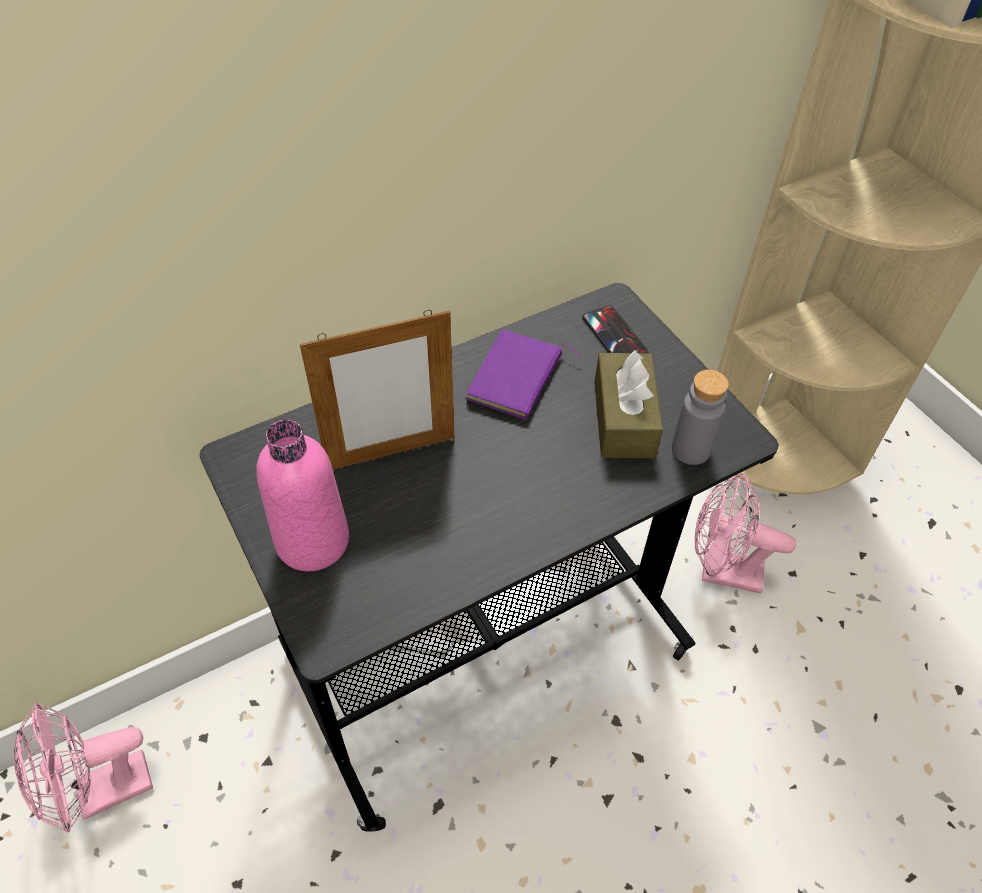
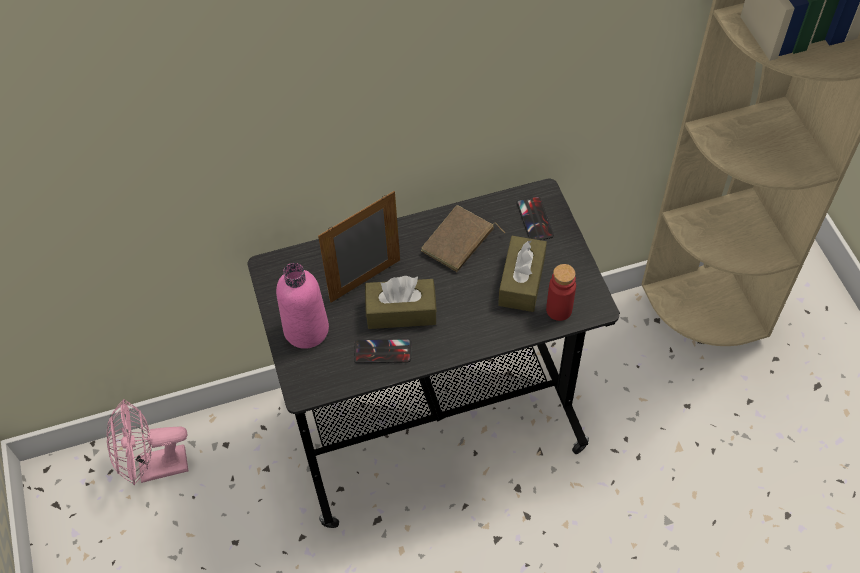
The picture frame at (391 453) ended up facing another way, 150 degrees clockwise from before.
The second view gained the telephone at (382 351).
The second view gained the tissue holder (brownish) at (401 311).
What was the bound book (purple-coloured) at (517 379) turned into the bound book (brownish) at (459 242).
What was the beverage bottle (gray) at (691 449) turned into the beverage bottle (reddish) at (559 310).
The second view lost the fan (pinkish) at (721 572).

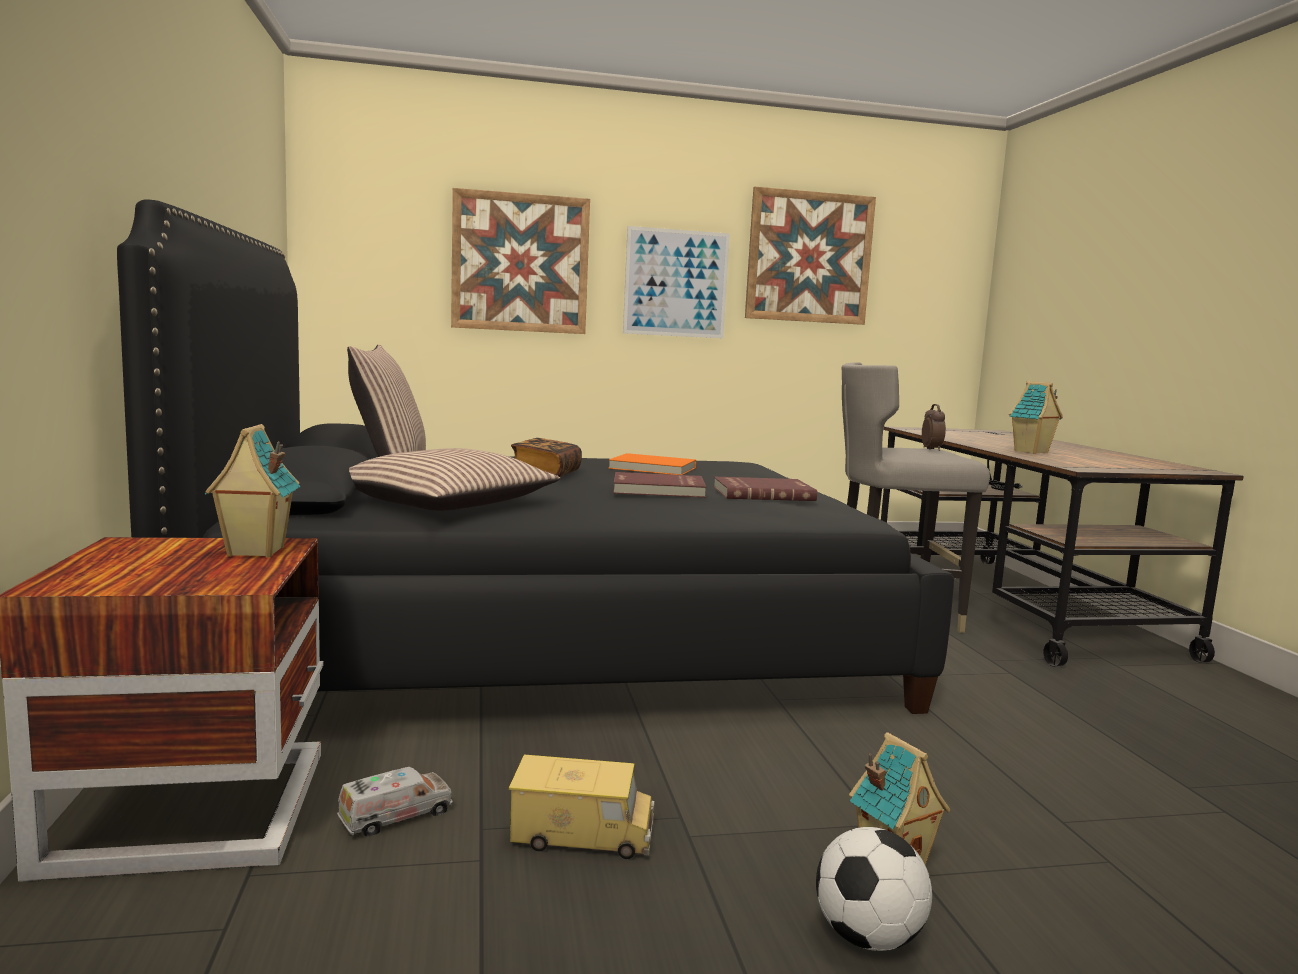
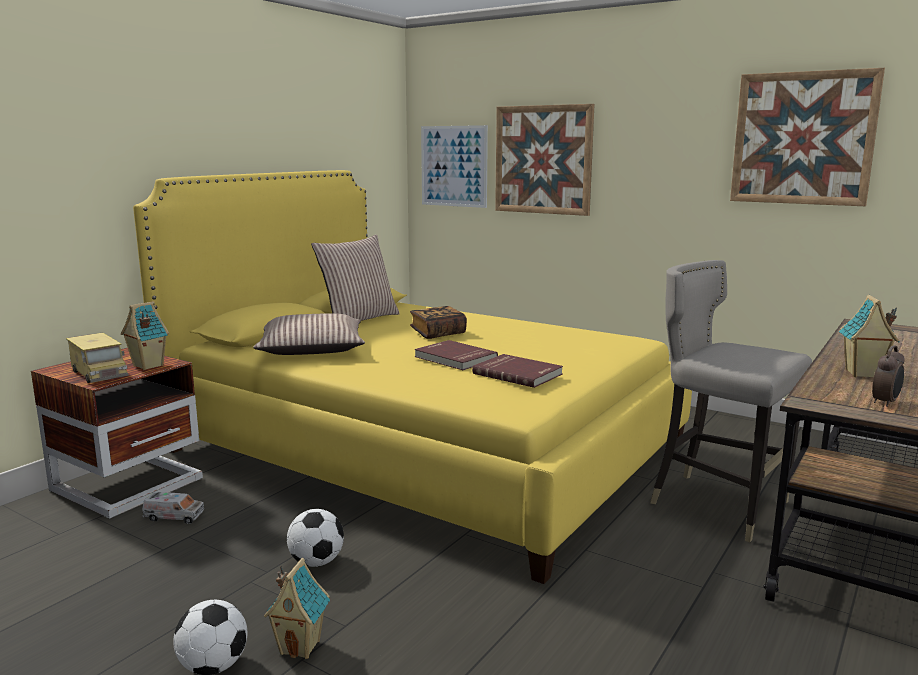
The model truck ended up elsewhere, having gone from (583 834) to (99 373).
What was the bed (black) at (549 635) turned into the bed (yellow-coloured) at (424 447).
The second view gained the ball for football at (316 562).
The wall picture ended up elsewhere, having gone from (676 283) to (454 166).
The table clock ended up elsewhere, having gone from (932 449) to (885 402).
The second view lost the bound book (orange-coloured) at (652 468).

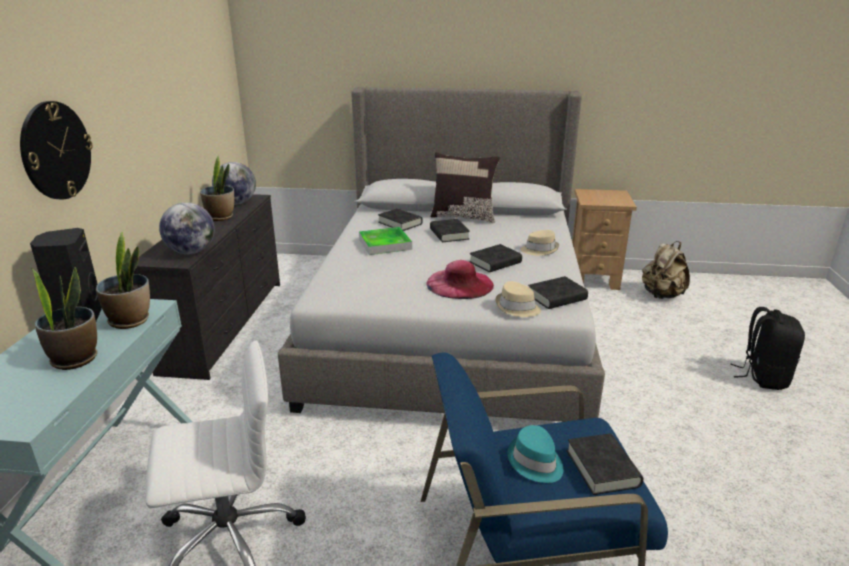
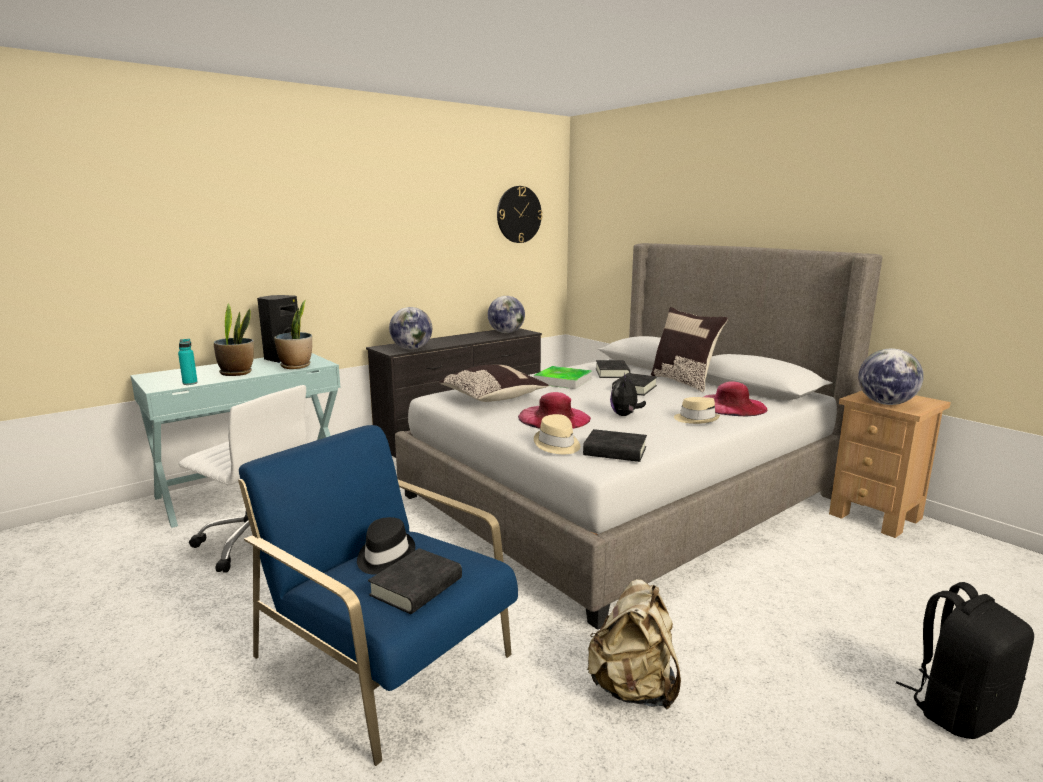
The second view gained the beverage bottle (turquoise-coloured) at (190 383).
What was the clothing hat (turquoise-coloured) at (535 462) turned into the clothing hat (black) at (384 556).
The second view gained the cushion at (492 397).
The clock on the wall ended up elsewhere, having gone from (56 151) to (519 214).
The backpack (sand-coloured) ended up elsewhere, having gone from (661 295) to (633 688).
Where the bound book (black) stood at (495 262), the soft toy came to stand at (625 415).
The second view gained the clothing hat (pinkish) at (731 405).
The second view gained the globe at (885 403).
The second view lost the potted plant at (221 217).

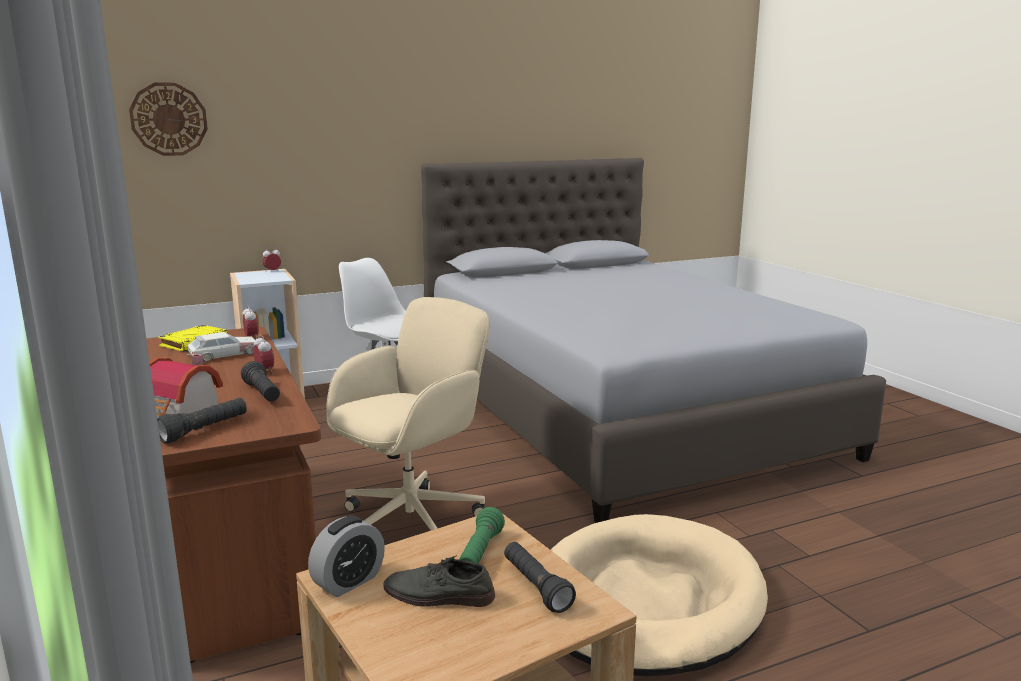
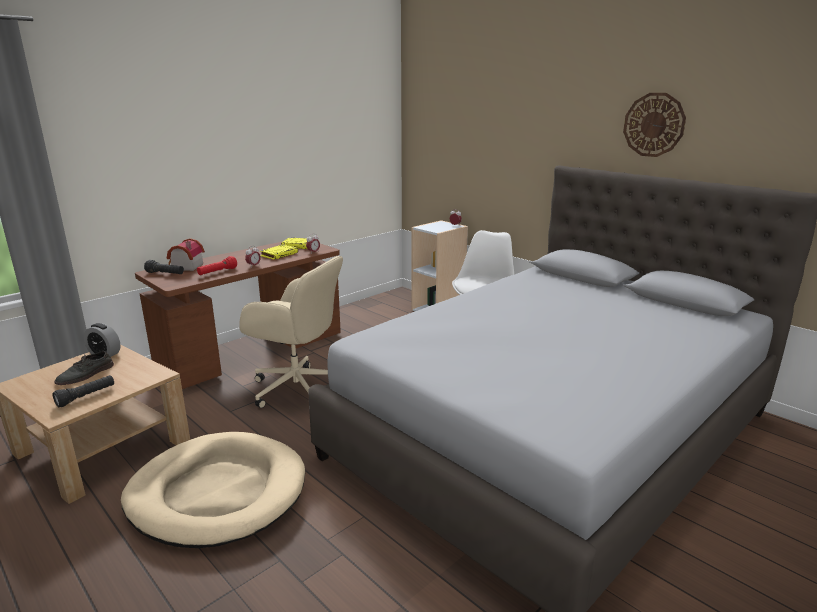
The low shoe (gray) at (438 595) ended up facing another way, 135 degrees counterclockwise from before.
What was the hand torch (black) at (263 394) turned into the hand torch (reddish) at (217 272).
Where the toy car stood at (224 355), the bound book (yellow-coloured) came to stand at (279 254).
The clock on the wall ended up elsewhere, having gone from (169 119) to (654 125).
The second view lost the hand torch (greenish) at (480 553).

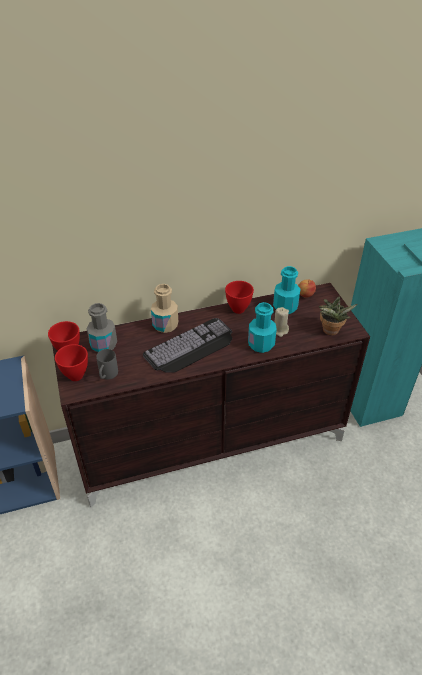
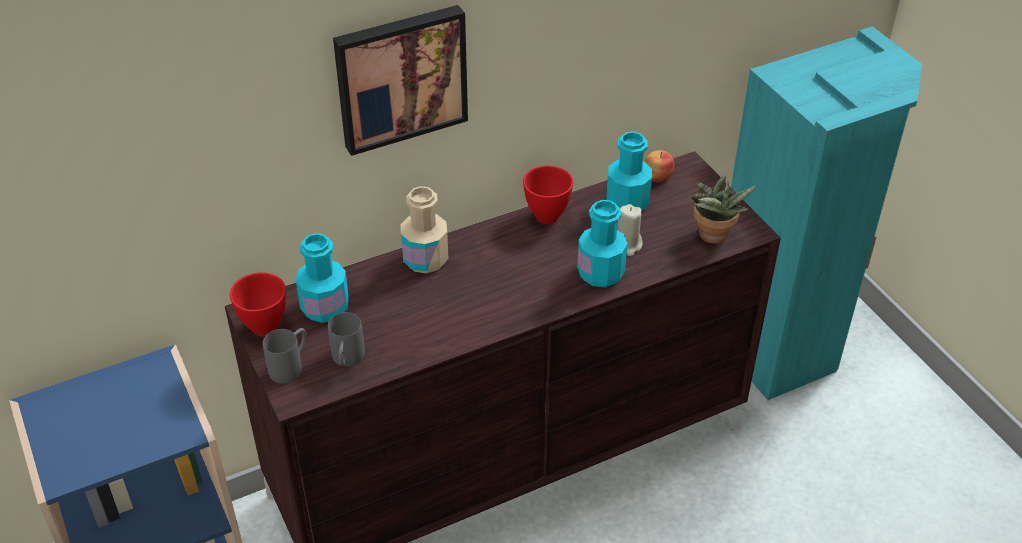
Where the serving bowl (reddish) stood at (76 375), the tea mug (gray) came to stand at (291 366).
What was the beverage bottle (gray) at (104 345) turned into the beverage bottle (turquoise-coloured) at (325 307).
The second view gained the wall picture at (400 77).
The second view lost the PC keyboard at (191 347).

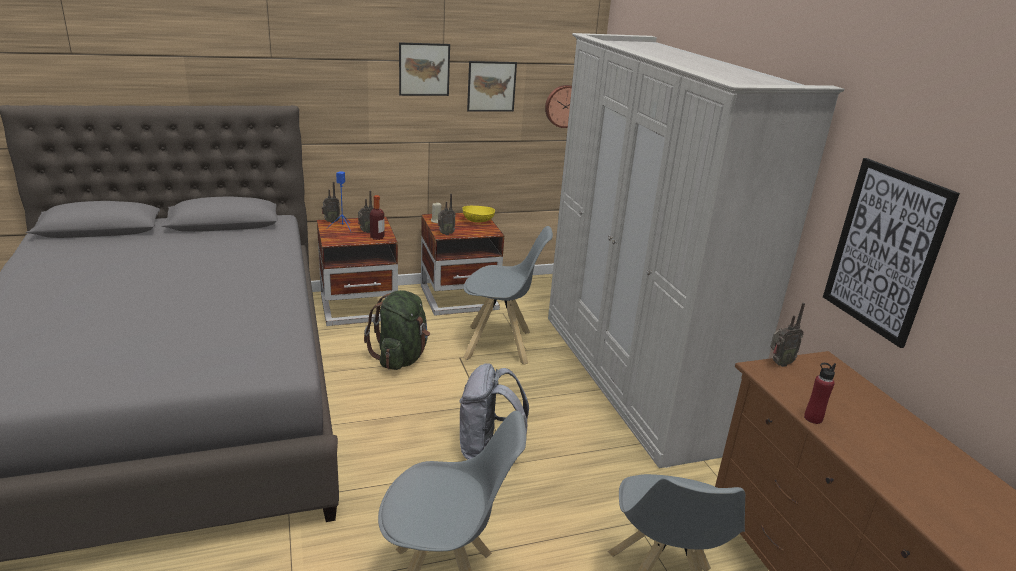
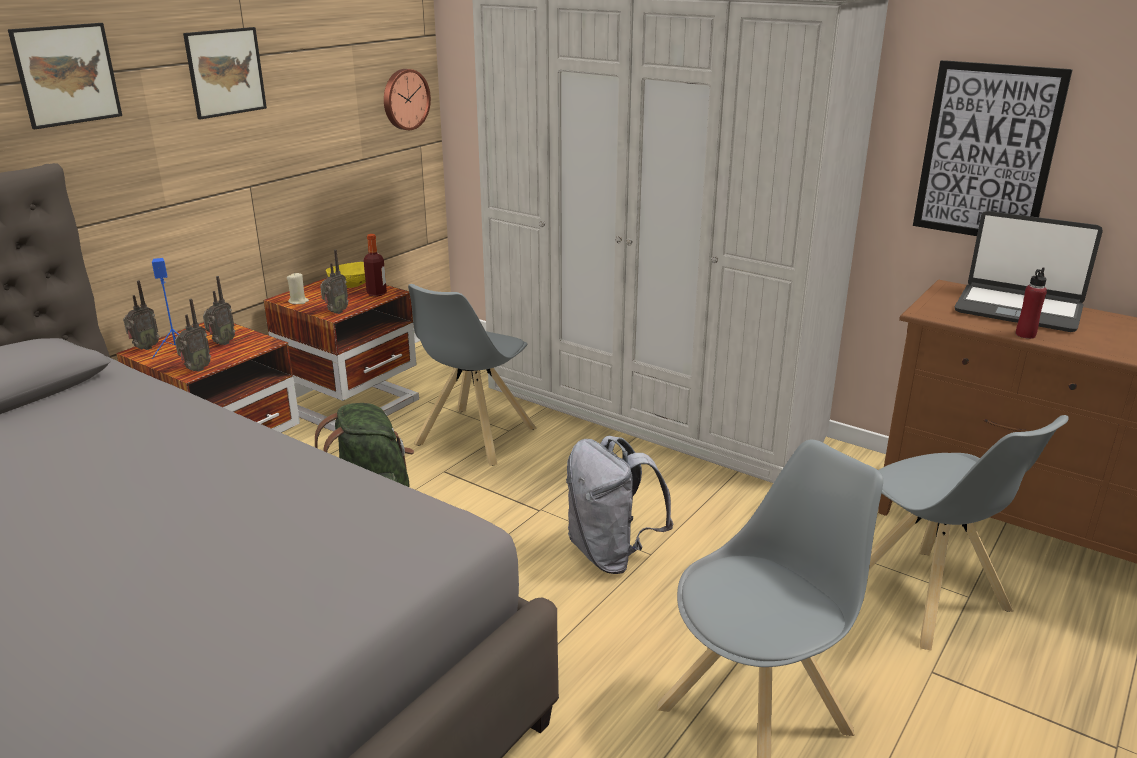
The wall picture ended up elsewhere, having gone from (491 86) to (67 75).
The radio receiver ended up elsewhere, having gone from (779 363) to (195 369).
The beverage bottle ended up elsewhere, having gone from (377 237) to (376 293).
The plain chair (gray) at (500 345) ended up facing another way, 150 degrees clockwise from before.
The second view gained the portable computer at (1018 309).

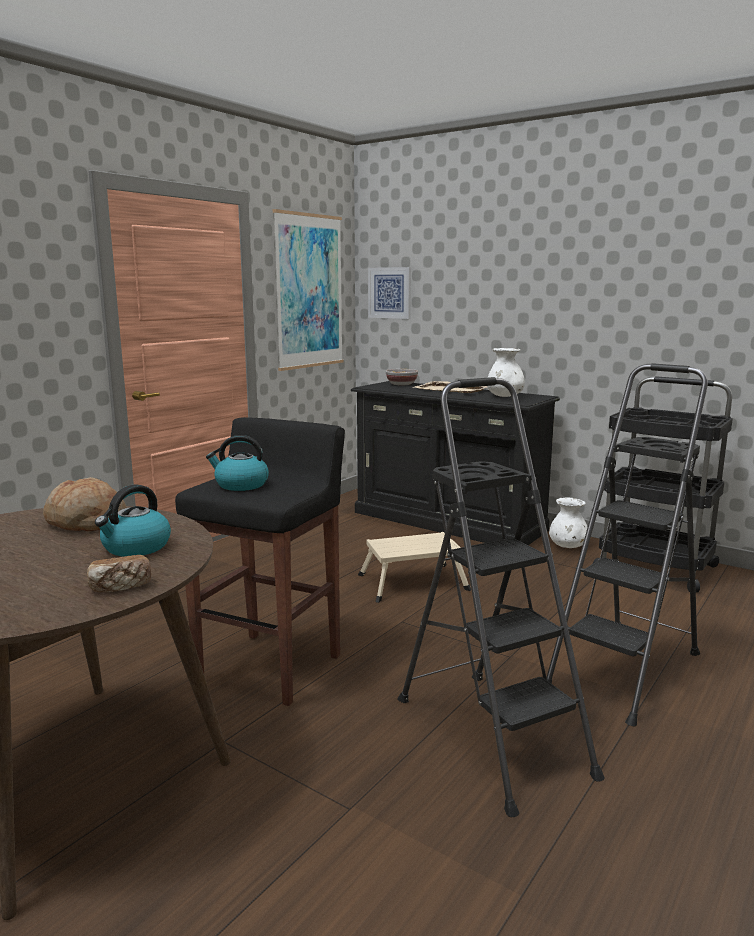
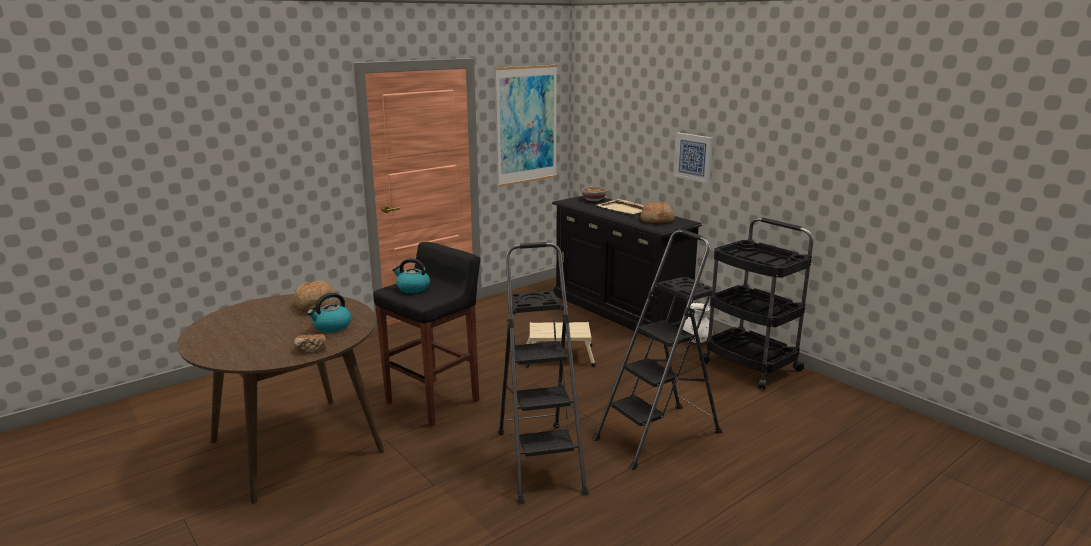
Where the vase (white-coloured) stood at (504 396), the bread came to stand at (657 220).
The wall picture ended up elsewhere, having gone from (390 293) to (693 157).

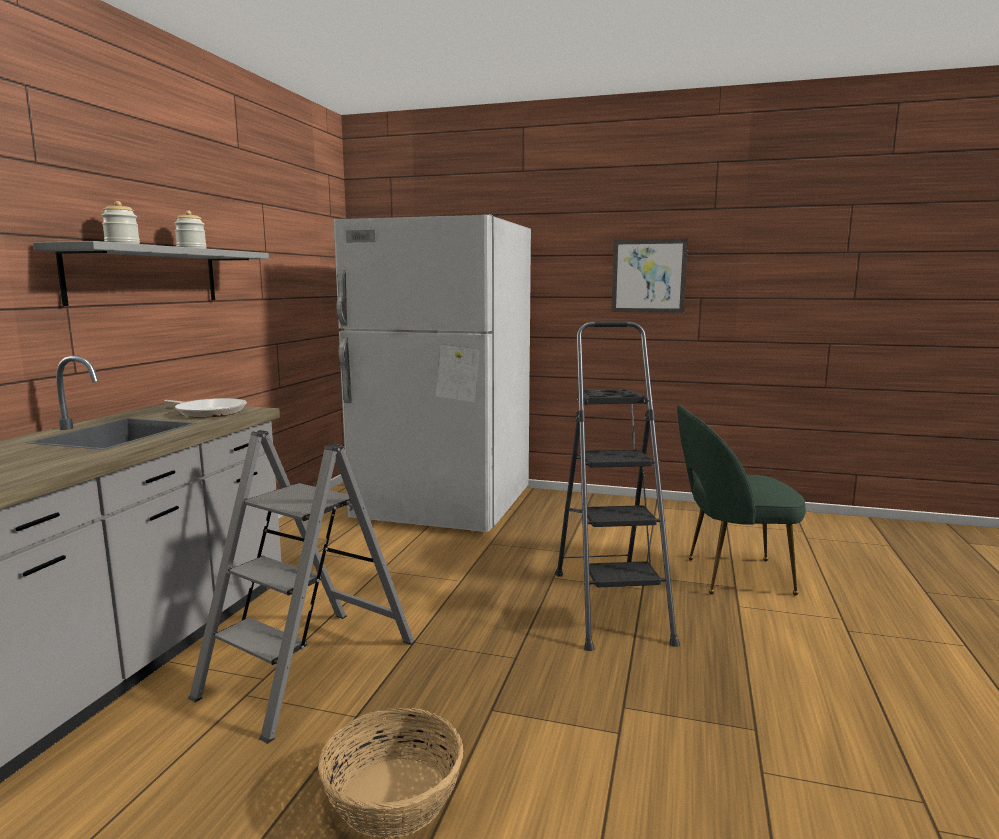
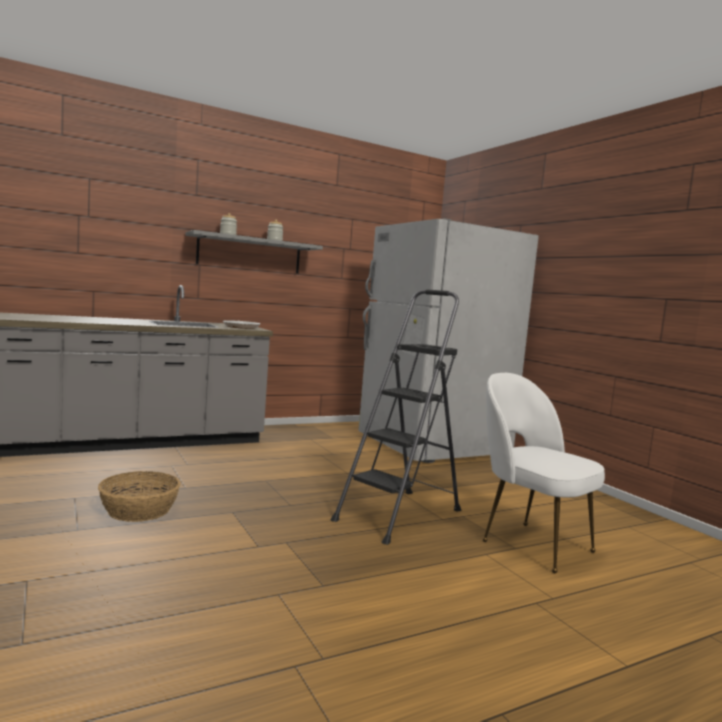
What was the plain chair (greenish) at (729 576) turned into the plain chair (white-coloured) at (529 543).
The second view lost the step stool (gray) at (312 666).
The second view lost the wall picture at (648 276).

